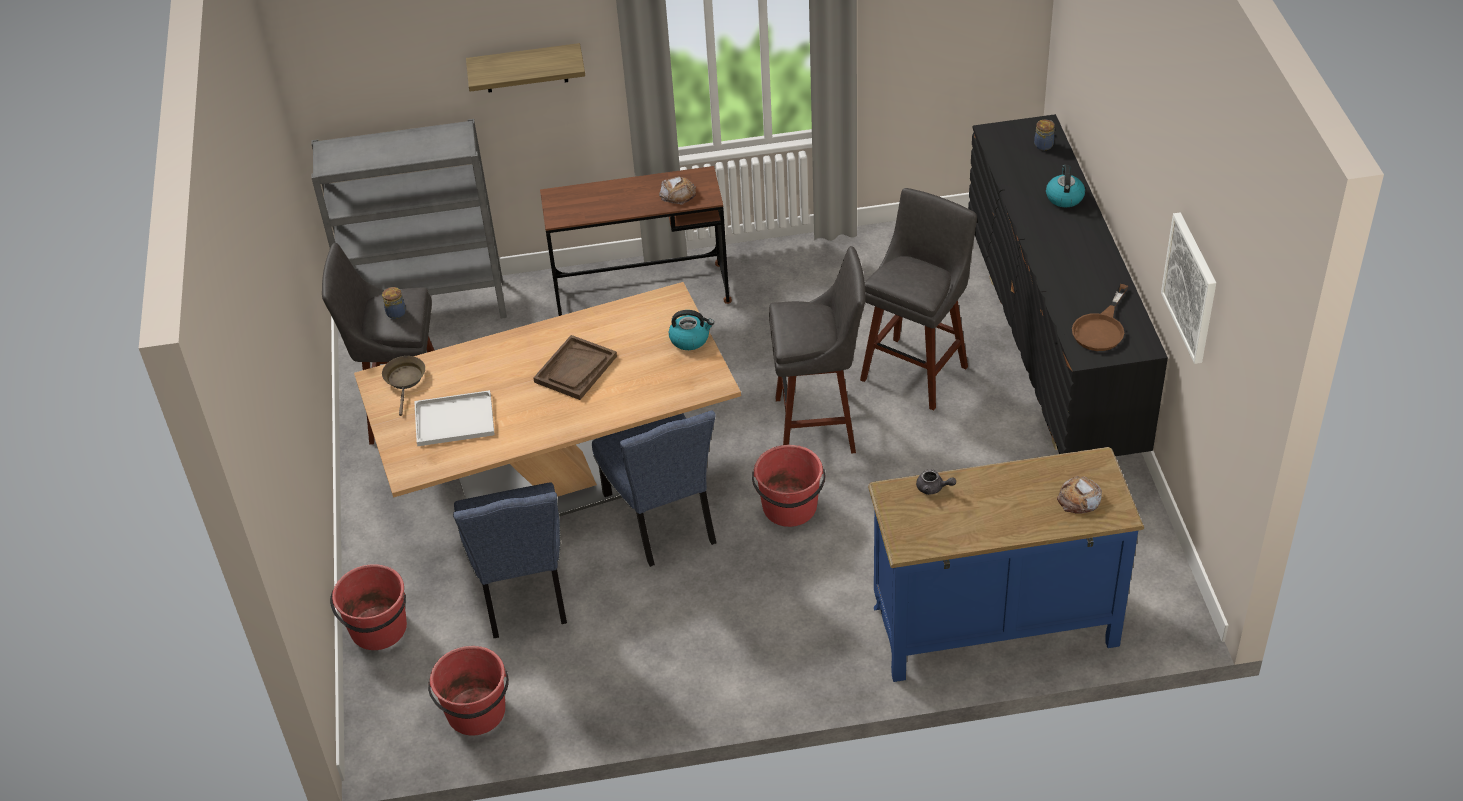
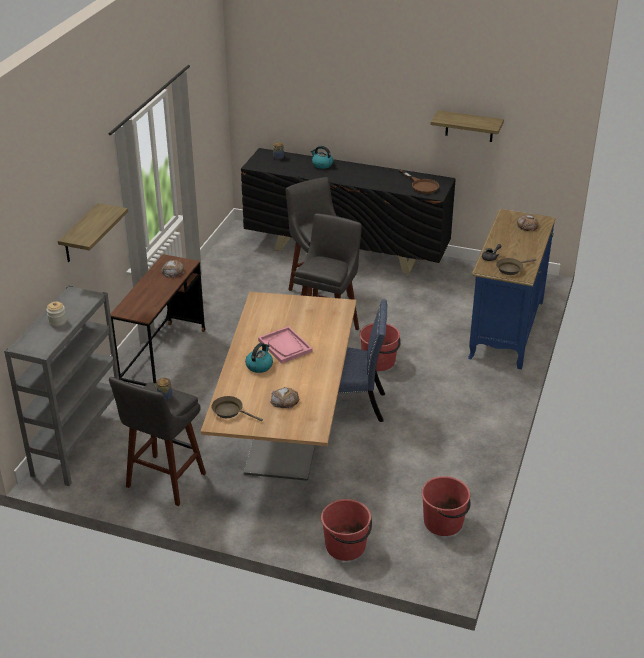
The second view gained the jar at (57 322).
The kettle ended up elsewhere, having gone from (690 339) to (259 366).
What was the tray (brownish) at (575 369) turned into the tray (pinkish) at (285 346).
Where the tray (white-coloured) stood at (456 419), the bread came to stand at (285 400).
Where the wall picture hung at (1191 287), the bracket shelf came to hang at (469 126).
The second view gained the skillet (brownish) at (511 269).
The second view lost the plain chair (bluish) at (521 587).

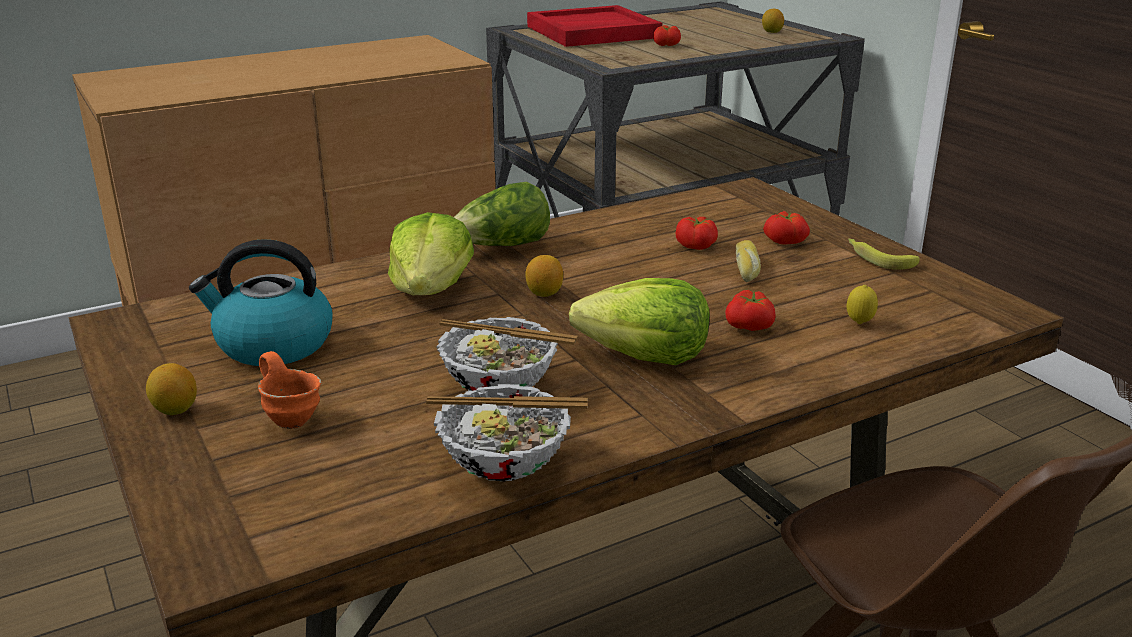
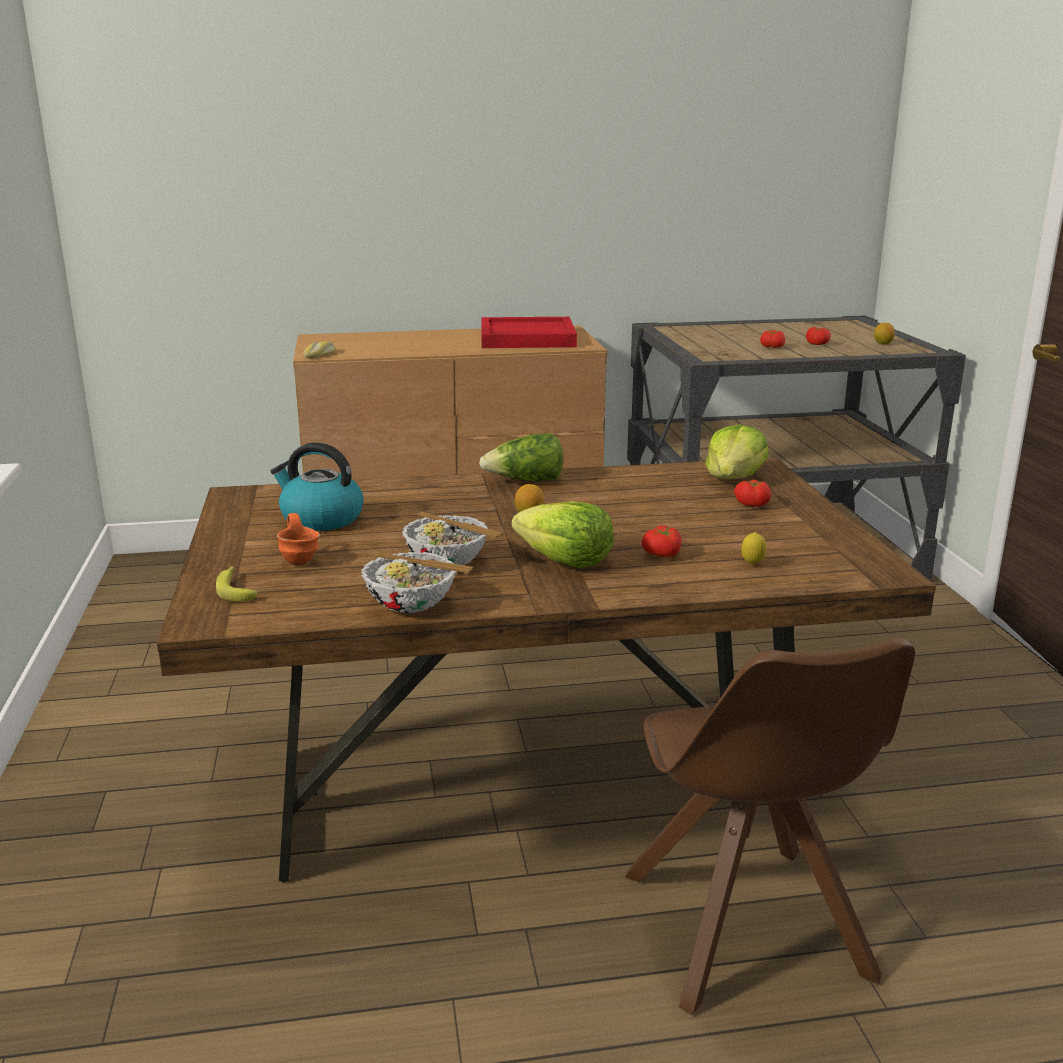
The banana ended up elsewhere, having gone from (878 259) to (236 589).
The bread ended up elsewhere, having gone from (747 269) to (321 355).
The tray (reddish) ended up elsewhere, having gone from (592 32) to (526 338).
The lettuce head ended up elsewhere, having gone from (431 290) to (734 479).
The fresh tomato ended up elsewhere, having gone from (697 246) to (818 344).
The second view lost the whole lemon at (175 410).

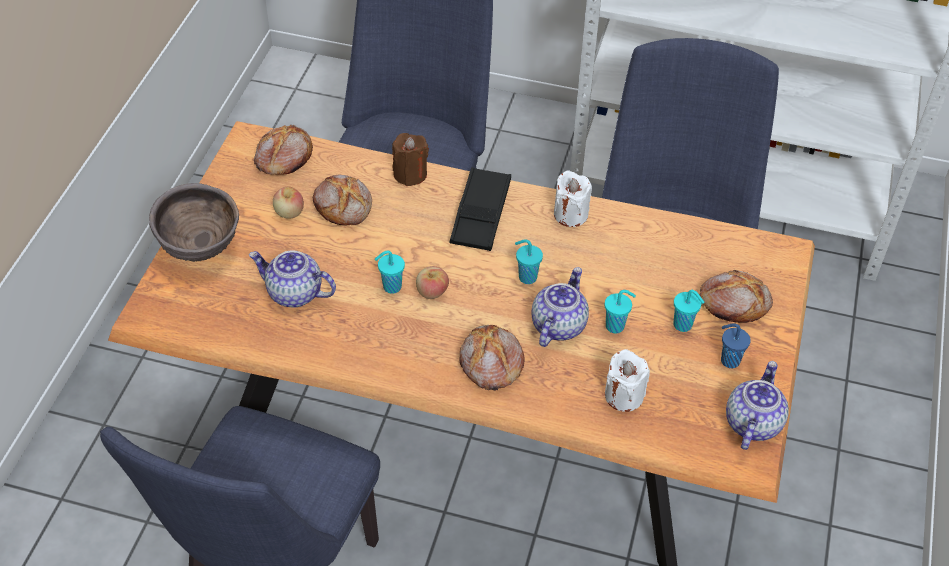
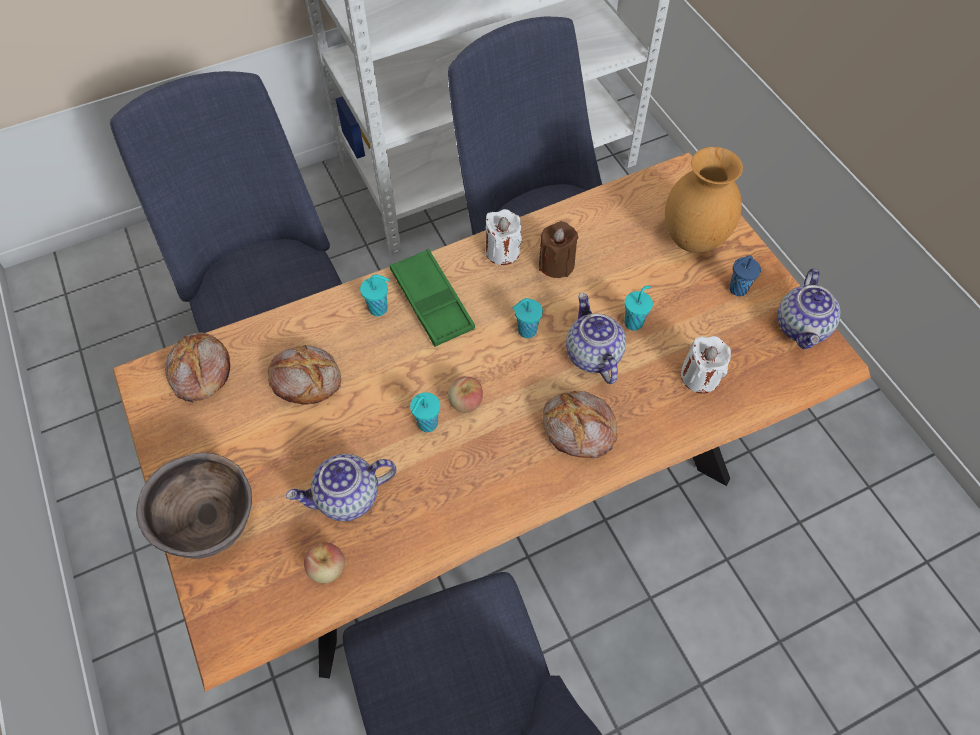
The apple fruit ended up elsewhere, having gone from (289 213) to (327 568).
The drinking cup (turquoise-coloured) ended up elsewhere, having gone from (683 325) to (379 308).
What was the tray (black) at (480 214) turned into the tray (greenish) at (432 302).
The wax candle (brownish) ended up elsewhere, having gone from (410 174) to (556 264).
Where the bread stood at (733 303), the vase (brownish) came to stand at (691 240).
The pot for tea at (752 422) ended up facing another way, 150 degrees counterclockwise from before.

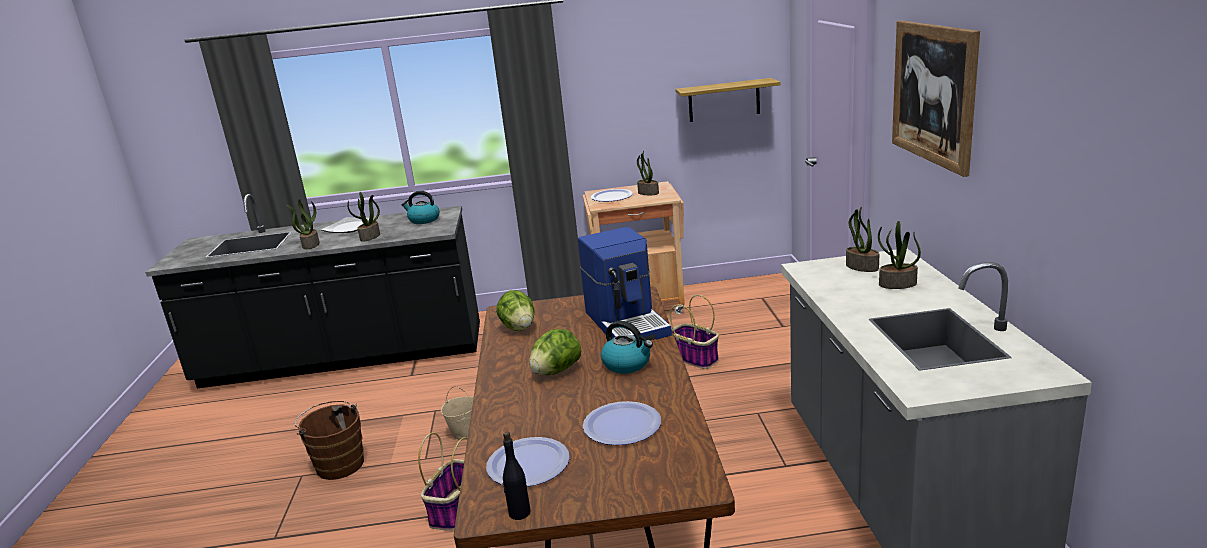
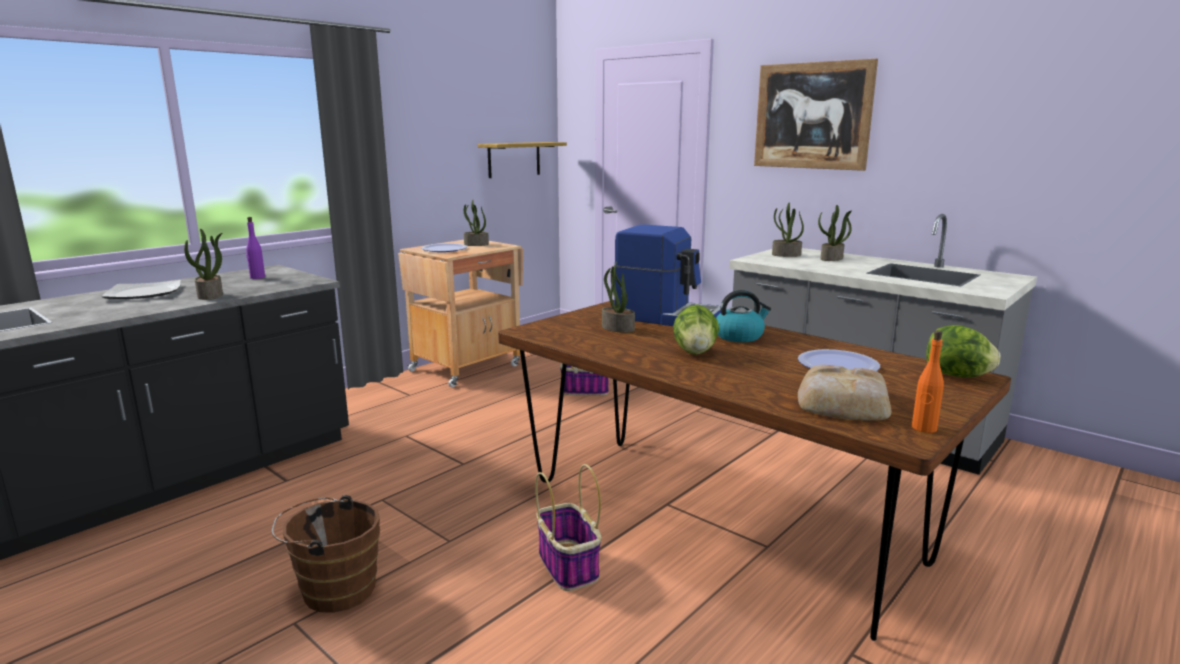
Where the kettle stood at (423 220), the beverage bottle (purple-coloured) came to stand at (257 277).
The potted plant ended up elsewhere, having gone from (310 245) to (617 328).
Where the flat dish stood at (528 464), the bread came to stand at (842 403).
What was the beverage bottle (black) at (519 513) turned into the beverage bottle (orange-coloured) at (924 428).
The lettuce head ended up elsewhere, having gone from (519 328) to (957 376).
The second view lost the pail (sand-coloured) at (465 432).

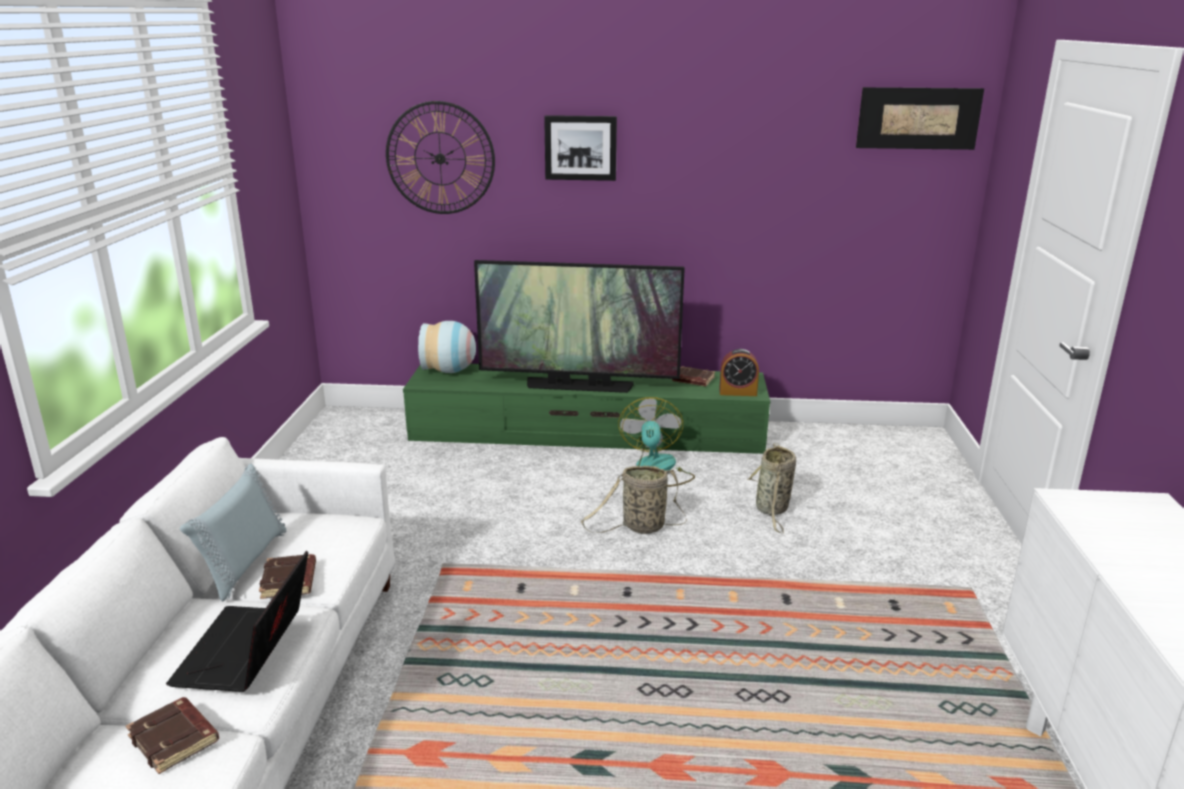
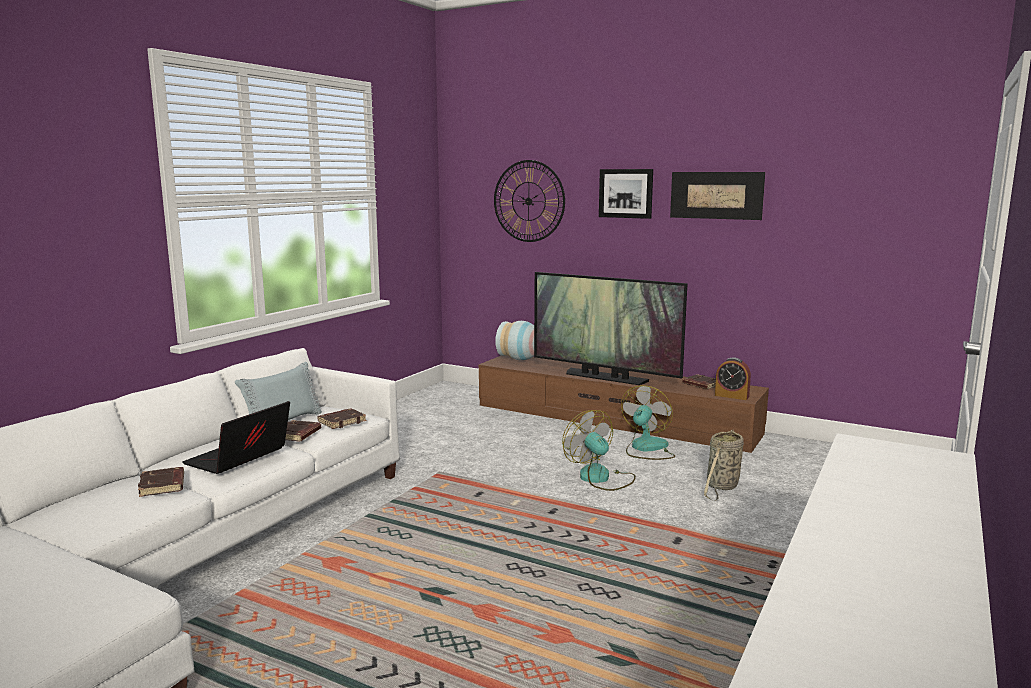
The second view gained the bound book (brownish) at (342 422).
What was the media console (greenish) at (587 431) turned into the media console (brownish) at (614 418).
Where the storage basket stood at (640 527), the fan came to stand at (600 478).
The wall picture ended up elsewhere, having gone from (918 118) to (716 195).

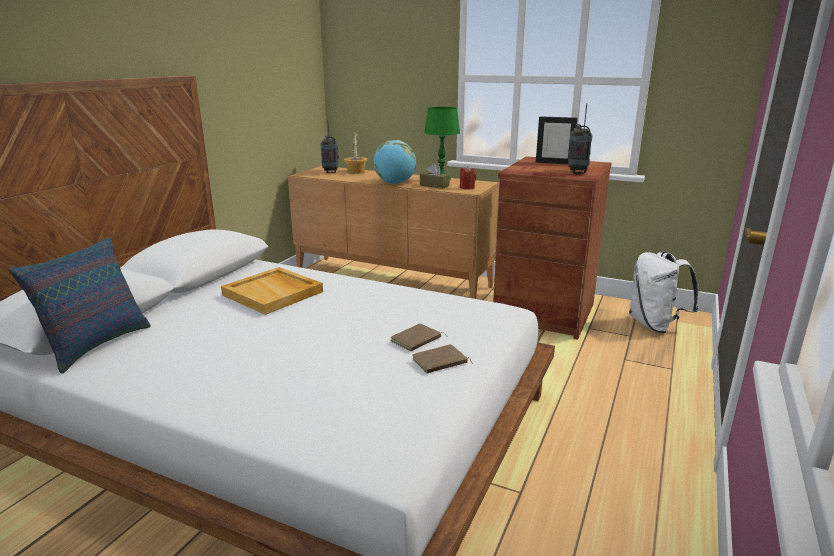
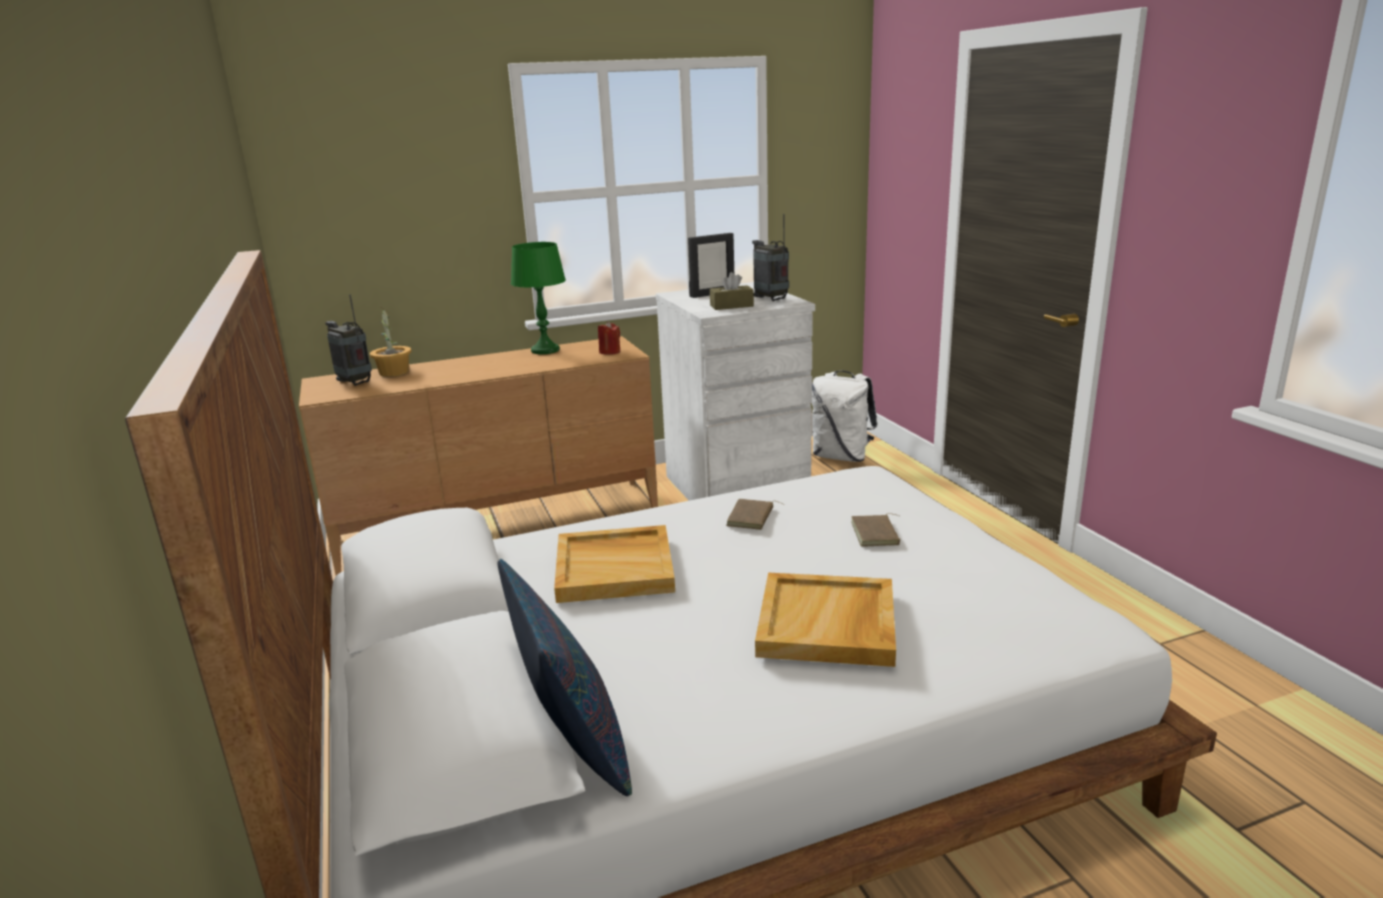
What was the dresser (brownish) at (545 313) turned into the dresser (white-coloured) at (737 487).
The tissue holder (brownish) ended up elsewhere, having gone from (434 185) to (731 306).
The bound book (brownish) ended up elsewhere, having gone from (440 362) to (752 517).
The second view gained the tray (sand-coloured) at (828 624).
The second view lost the globe at (395 183).

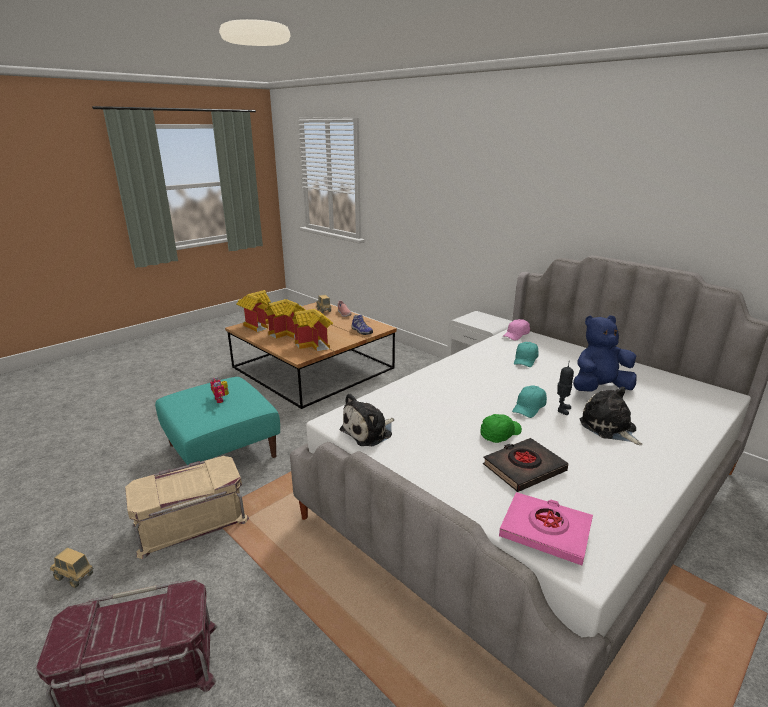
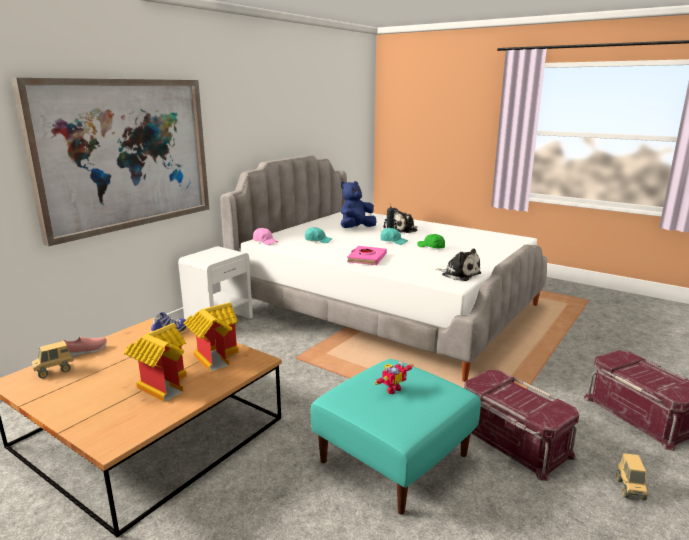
The second view gained the wall picture at (124 154).
The soft toy (bluish) at (599 389) ended up facing another way, 75 degrees clockwise from before.
The bound book (pinkish) ended up elsewhere, having gone from (545 531) to (366 258).
What was the storage bin (sand-coloured) at (191 521) turned into the storage bin (reddish) at (512 441).
The second view lost the toy house at (256 325).
The second view lost the bound book (black) at (523 468).

